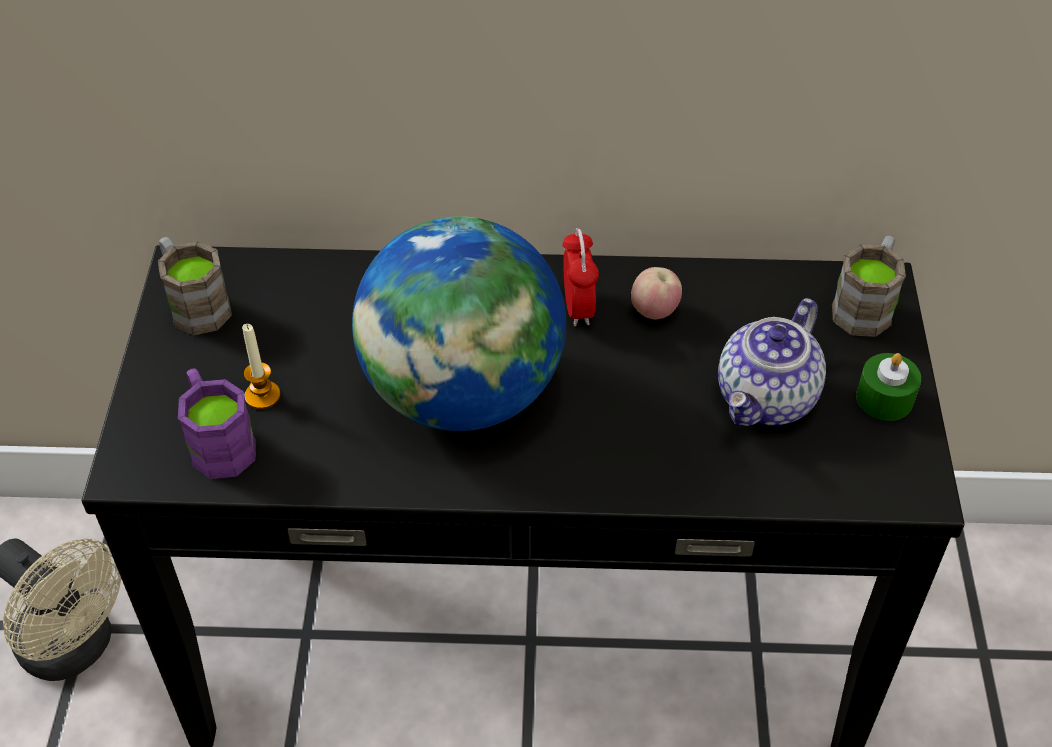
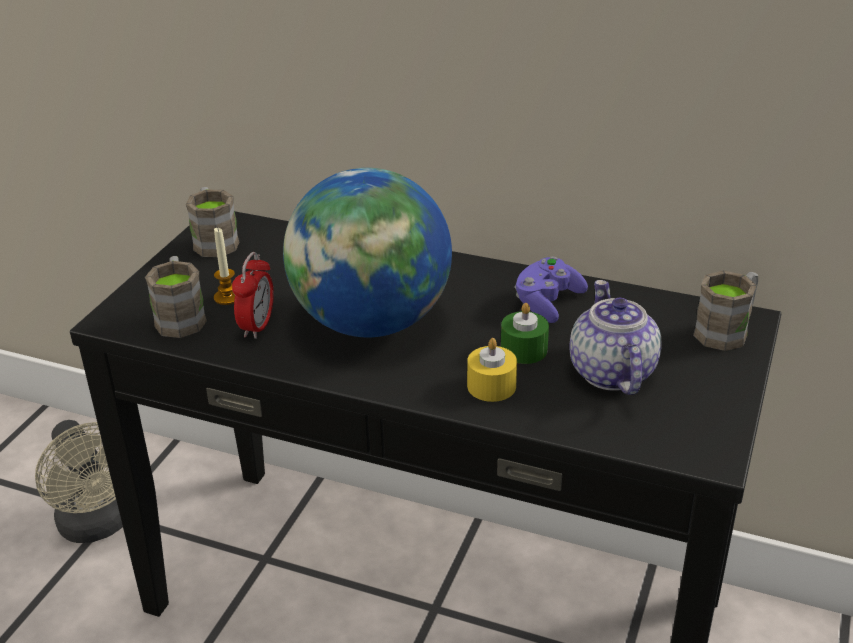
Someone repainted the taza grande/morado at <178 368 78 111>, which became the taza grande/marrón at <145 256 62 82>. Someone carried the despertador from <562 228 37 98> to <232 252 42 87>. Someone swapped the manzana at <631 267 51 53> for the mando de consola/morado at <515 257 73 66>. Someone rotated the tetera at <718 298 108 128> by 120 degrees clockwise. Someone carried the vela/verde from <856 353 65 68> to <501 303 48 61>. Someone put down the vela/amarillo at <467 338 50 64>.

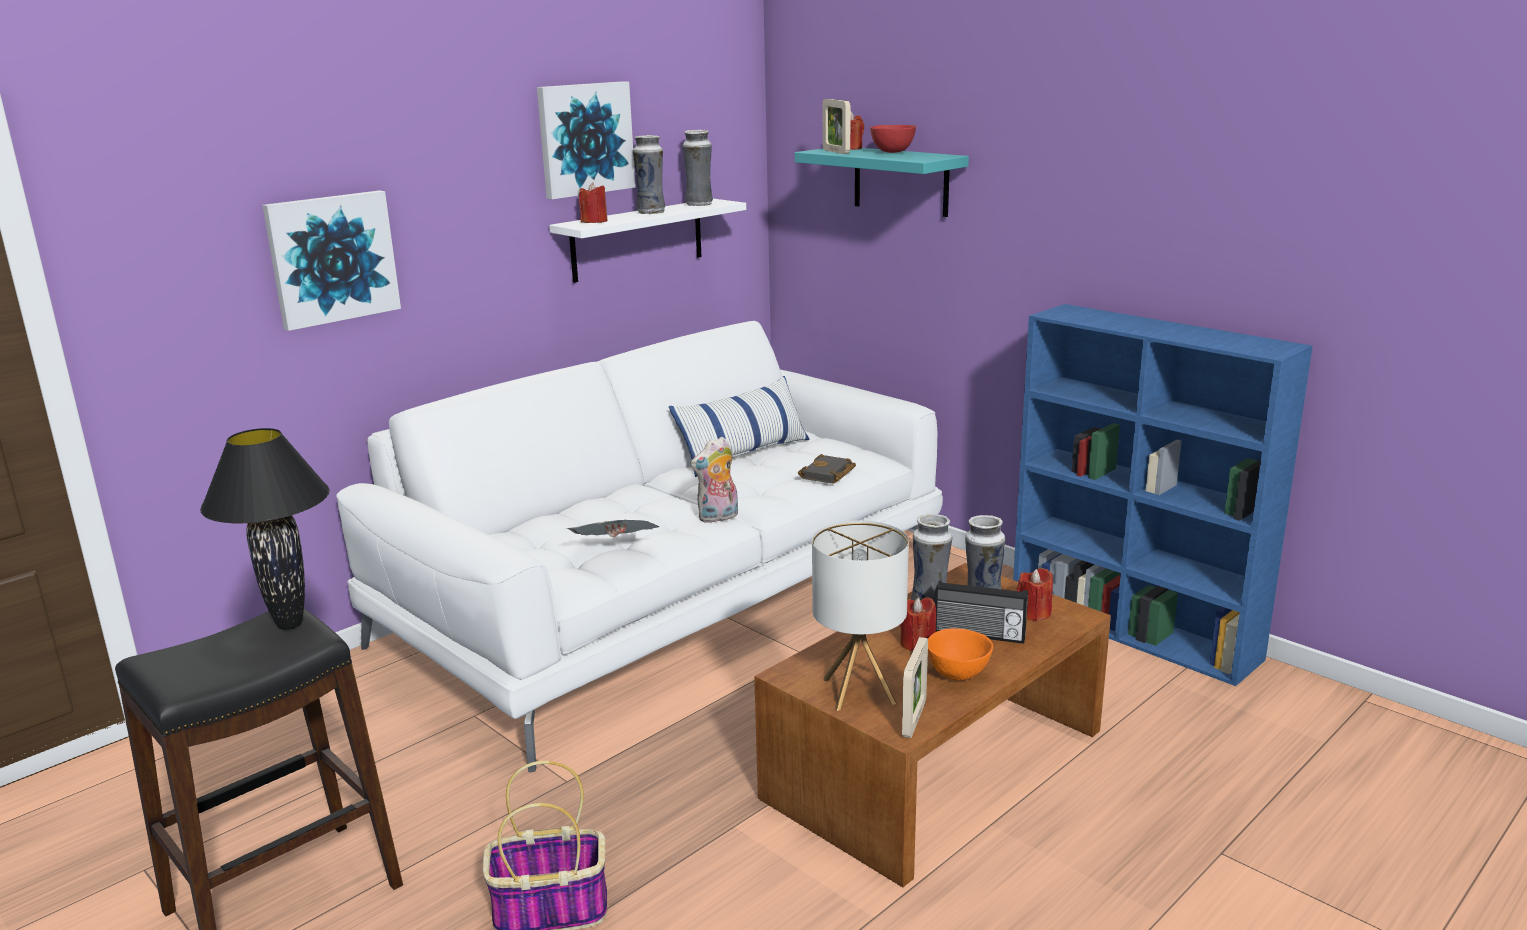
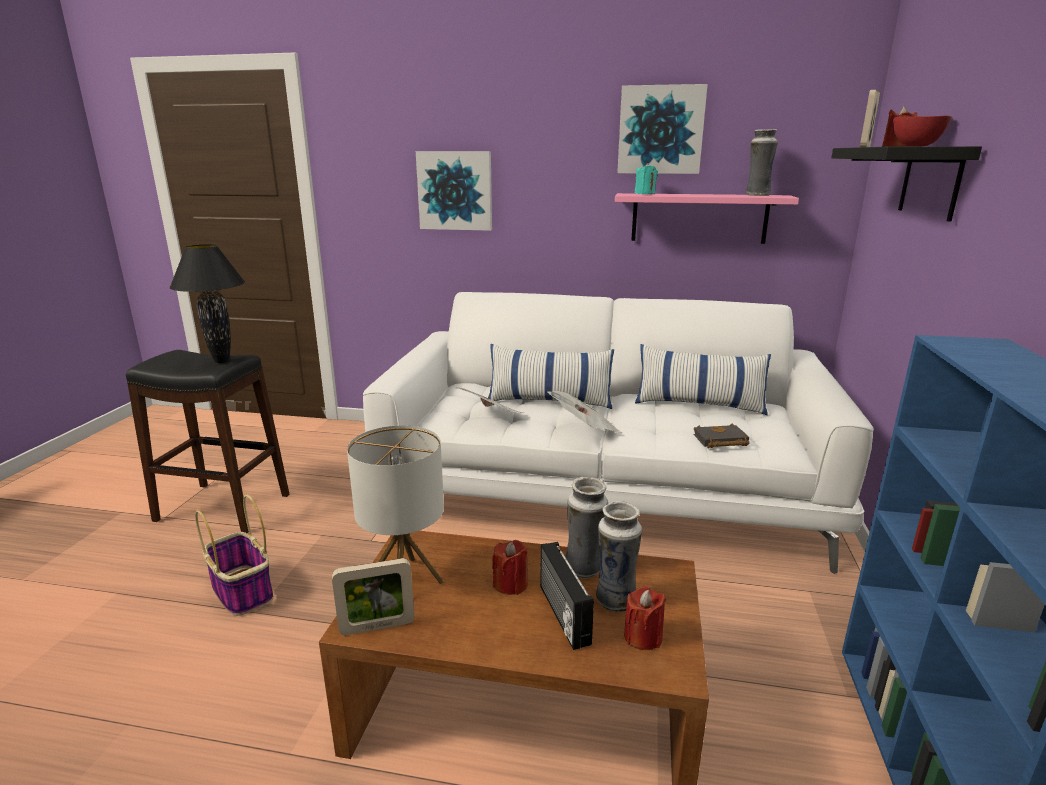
Someone repainted the estante/blanco at <549 199 197 84>, which became the estante/rosa at <615 193 184 51>. Someone repainted the vela/rojo at <579 182 29 41>, which became the vela/turquesa at <635 163 23 31>. Someone took away the florero at <633 135 32 79>. Someone swapped the peluche at <691 436 47 87> for the periódico at <547 391 76 42>. Someone repainted the estante/turquesa at <795 148 174 69>, which became the estante/negro at <832 146 150 76>. Someone took away the cuenco/naranja at <928 628 65 53>. Someone put down the cojín at <488 344 126 65>.

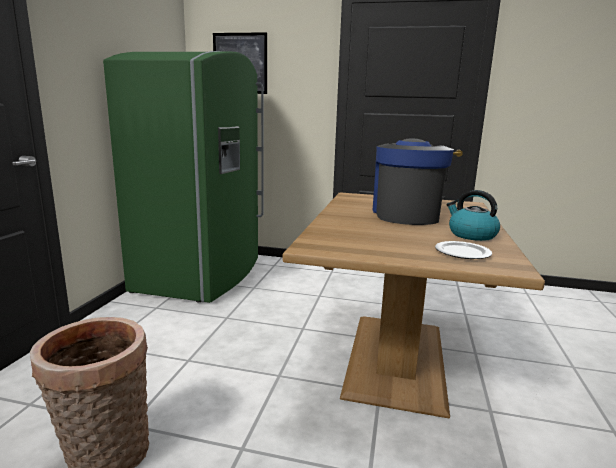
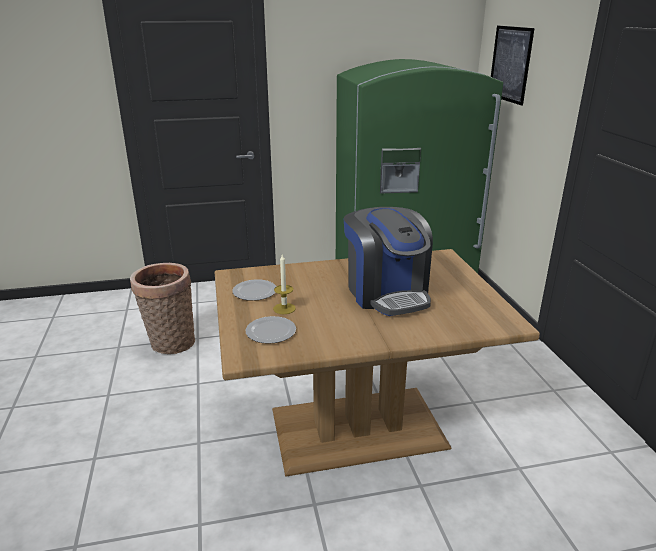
Someone rotated the cafetera at <373 139 81 86> by 90 degrees clockwise. Someone took away the hervidor at <447 190 53 51>. Someone put down the plato at <232 279 44 22>. Someone put down the vela at <273 253 23 61>.

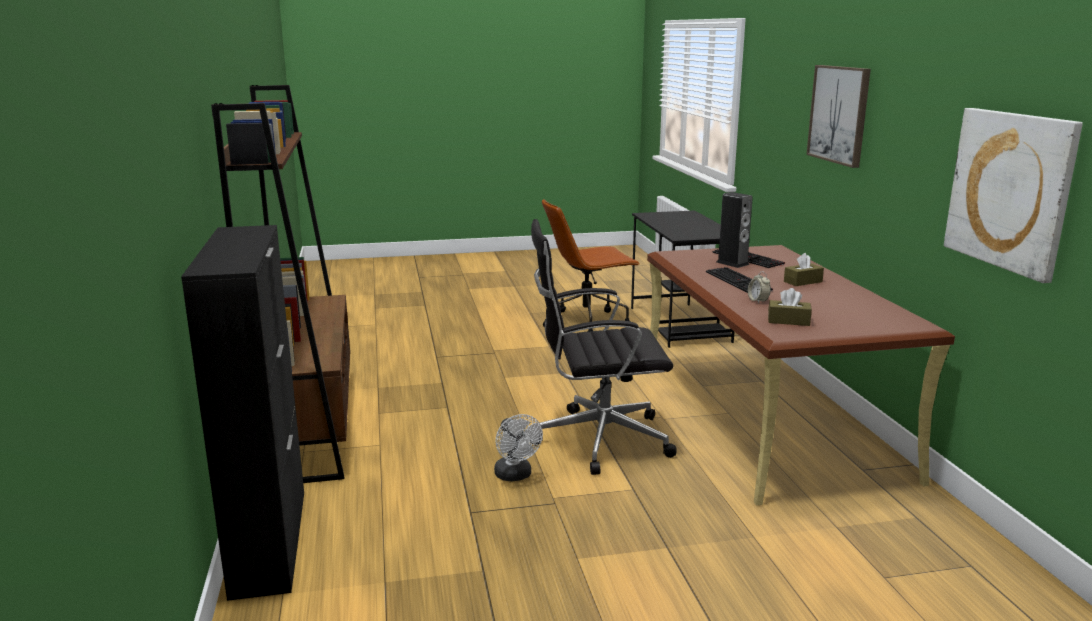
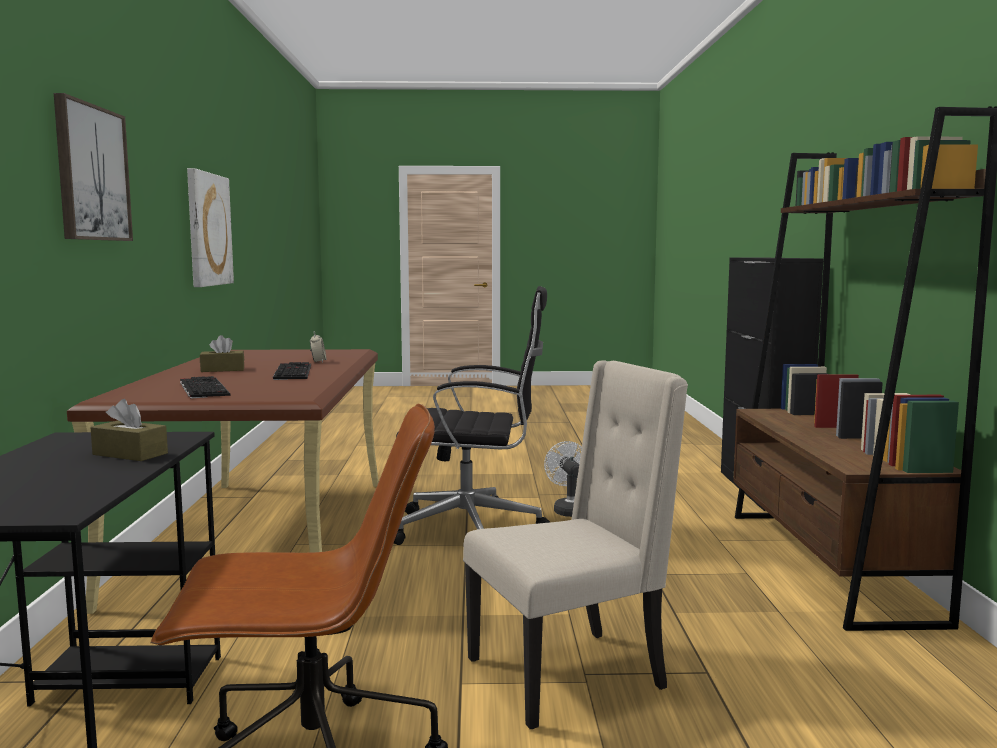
Someone took away the altavoz at <717 192 36 76>. Someone carried the caja de pañuelos/marrón from <768 288 44 38> to <90 399 78 62>. Someone put down the silla/beis at <463 360 225 369>.

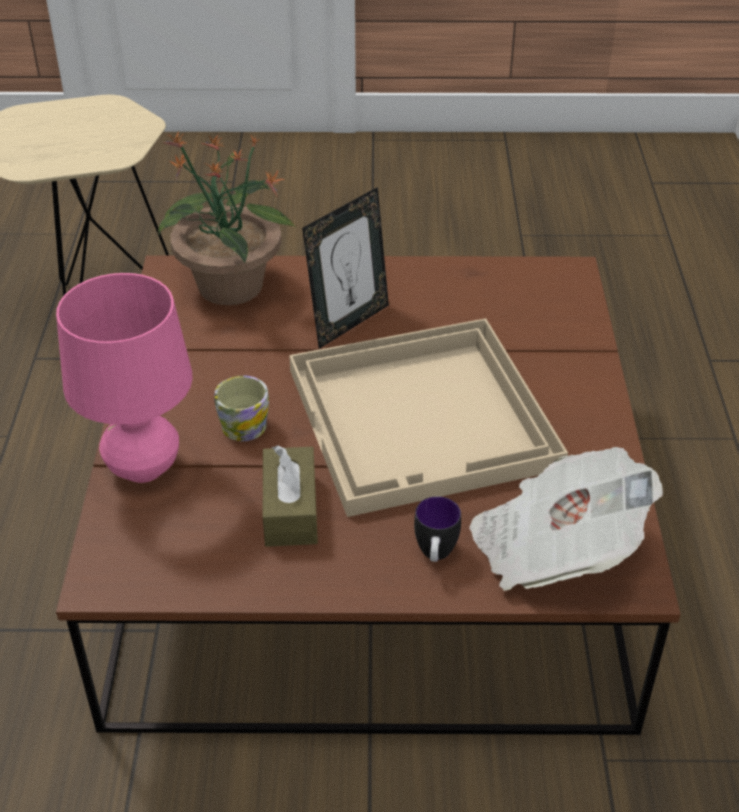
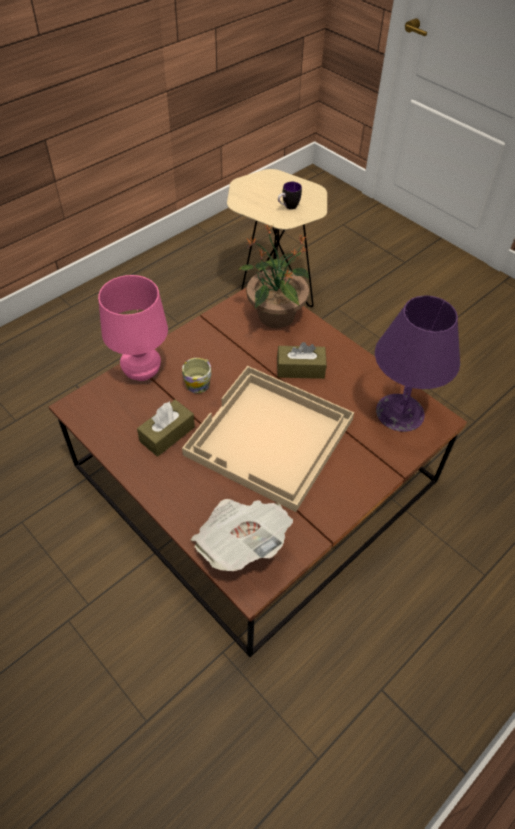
Someone swapped the portarretratos at <302 187 87 162> for the caja de pañuelos/marrón at <277 342 50 37>. Someone carried the taza grande from <414 496 47 66> to <278 182 24 28>. Someone put down the lámpara de mesa/morado at <375 296 85 136>.

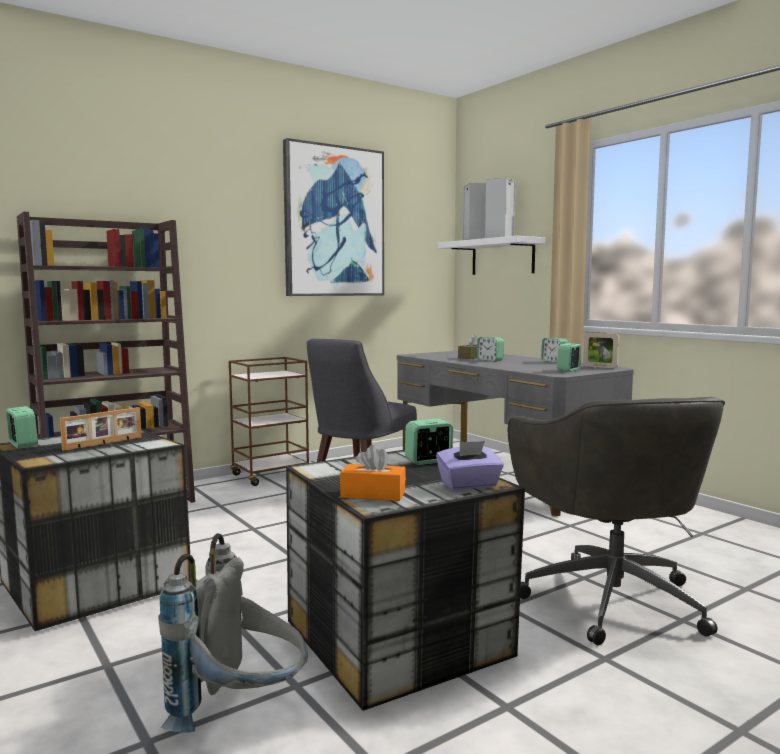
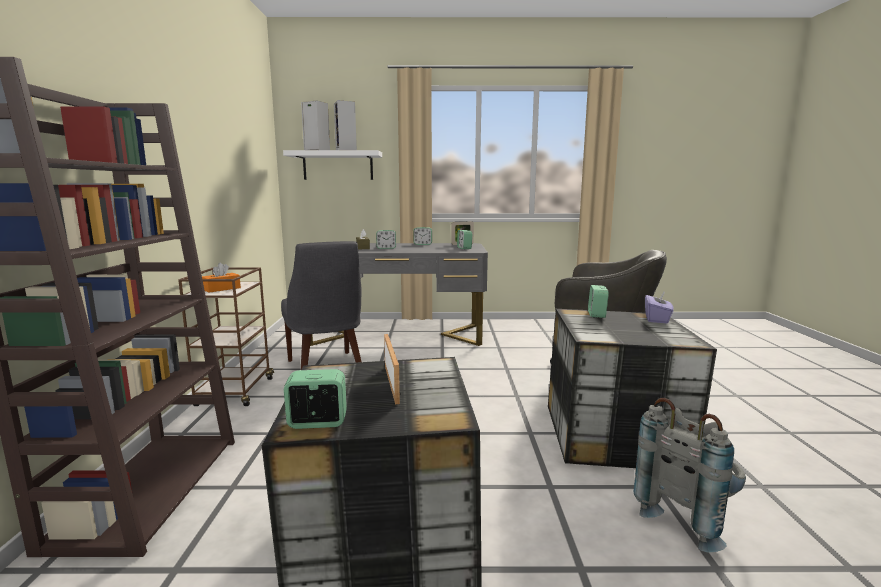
Someone took away the cuadro at <283 138 101 158>. Someone carried the caja de pañuelos/naranja from <340 445 66 56> to <202 263 39 30>.

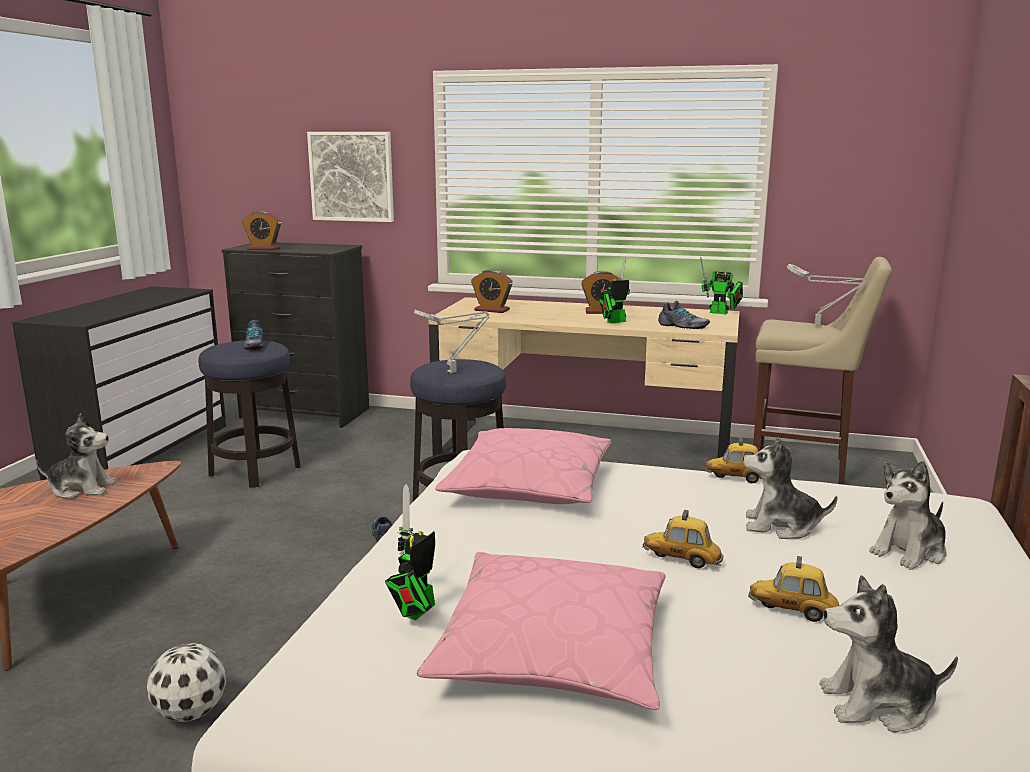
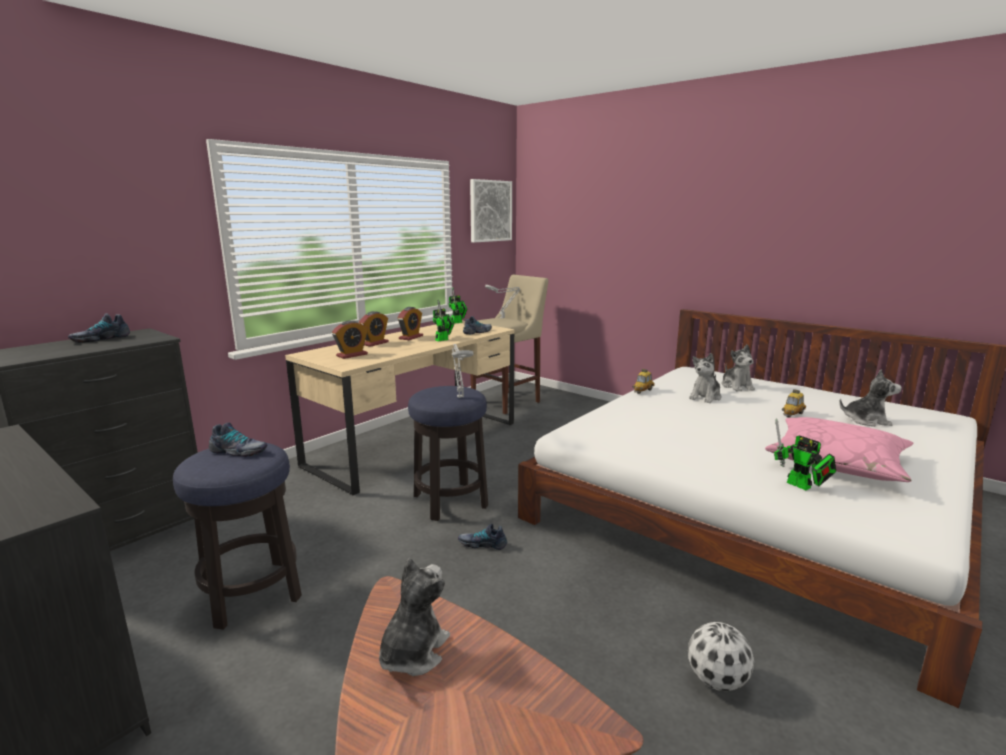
Someone carried the despertador from <242 211 39 39> to <359 311 30 36>. Someone carried the cuadro from <307 132 87 90> to <470 179 42 64>. Someone took away the cojín/rosa at <435 428 177 76>. Someone rotated the robot de juguete at <599 258 31 65> by 135 degrees counterclockwise. Someone took away the coche de juguete at <643 510 80 58>. Someone rotated the peluche at <819 575 139 157> by 105 degrees counterclockwise. Someone put down the zapato at <68 313 62 30>.

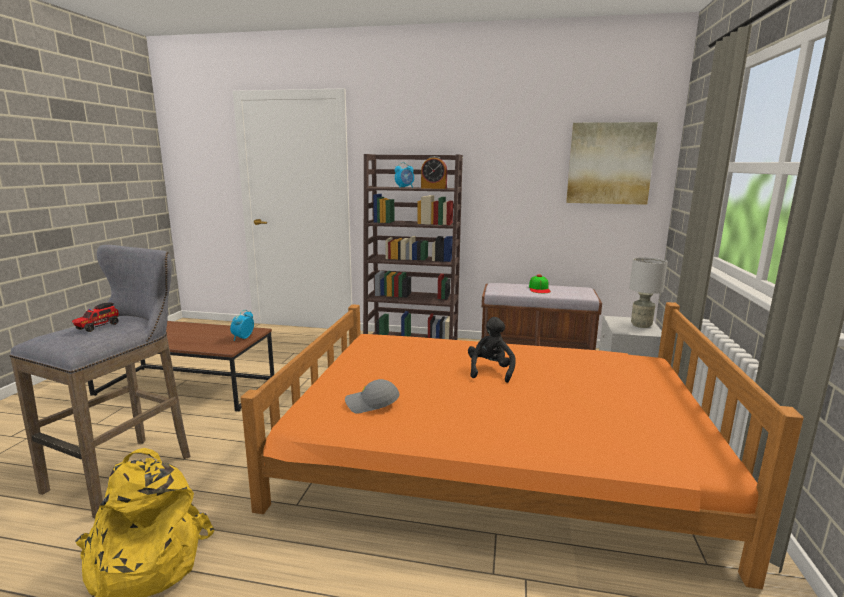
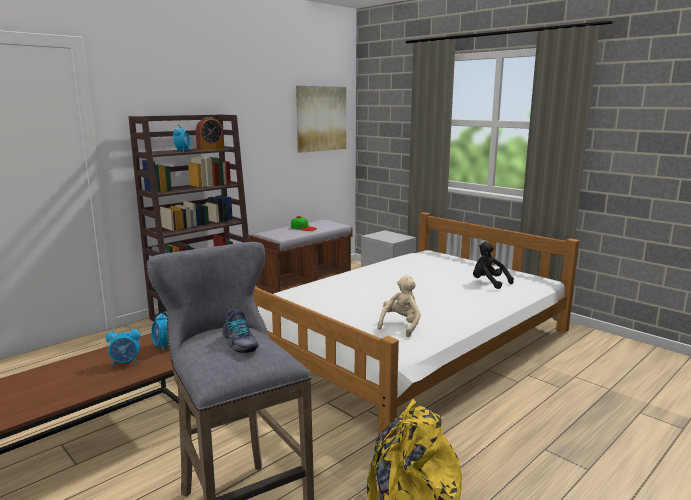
Someone swapped the camión de juguete at <72 302 47 30> for the zapato at <223 309 36 44>. Someone repainted the cama/naranja at <241 302 563 287>, which became the cama/blanco at <253 212 326 227>. Someone swapped the gorra/gris at <345 379 55 35> for the peluche/beis at <377 275 44 62>. Someone carried the peluche/negro from <468 317 48 66> to <473 242 41 47>. Someone took away the lámpara de mesa/gris at <629 257 39 71>. Someone put down the despertador at <106 325 35 41>.

